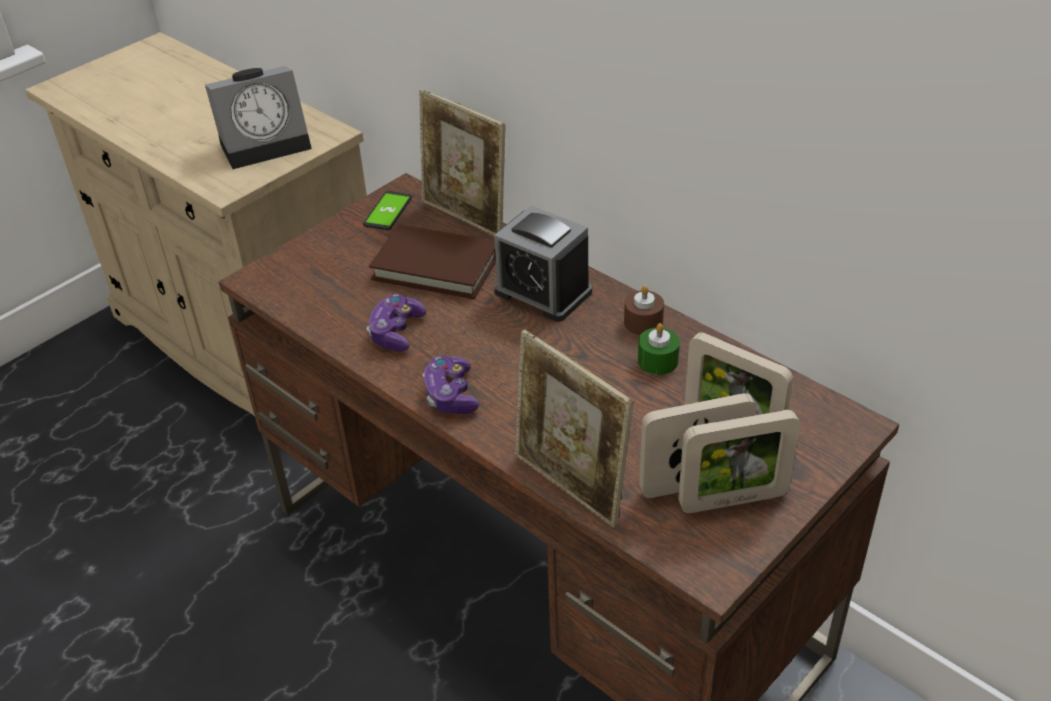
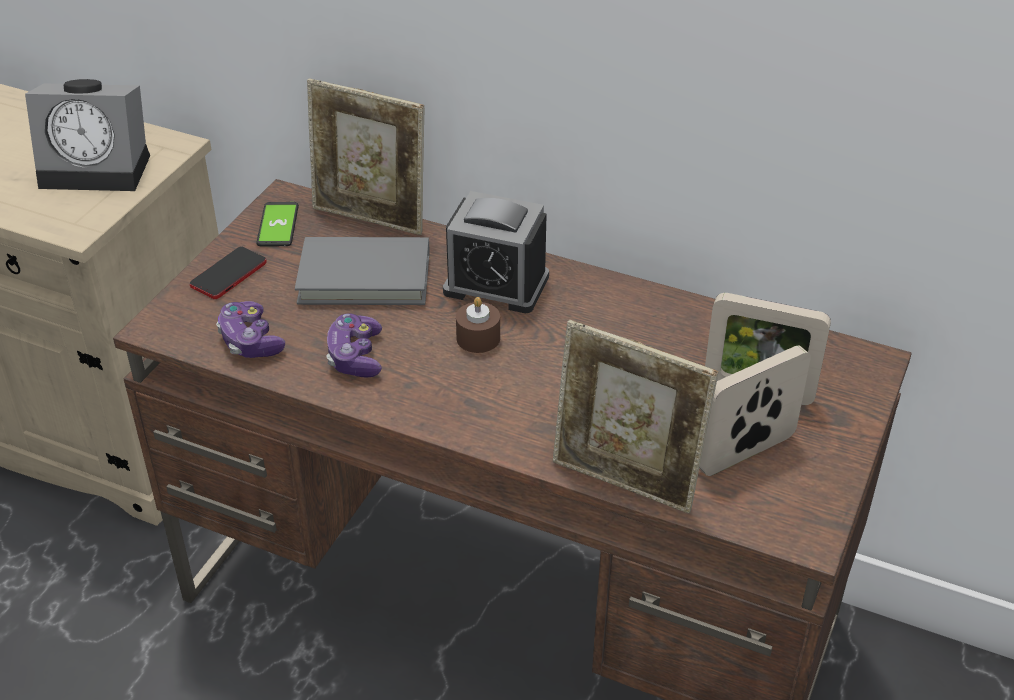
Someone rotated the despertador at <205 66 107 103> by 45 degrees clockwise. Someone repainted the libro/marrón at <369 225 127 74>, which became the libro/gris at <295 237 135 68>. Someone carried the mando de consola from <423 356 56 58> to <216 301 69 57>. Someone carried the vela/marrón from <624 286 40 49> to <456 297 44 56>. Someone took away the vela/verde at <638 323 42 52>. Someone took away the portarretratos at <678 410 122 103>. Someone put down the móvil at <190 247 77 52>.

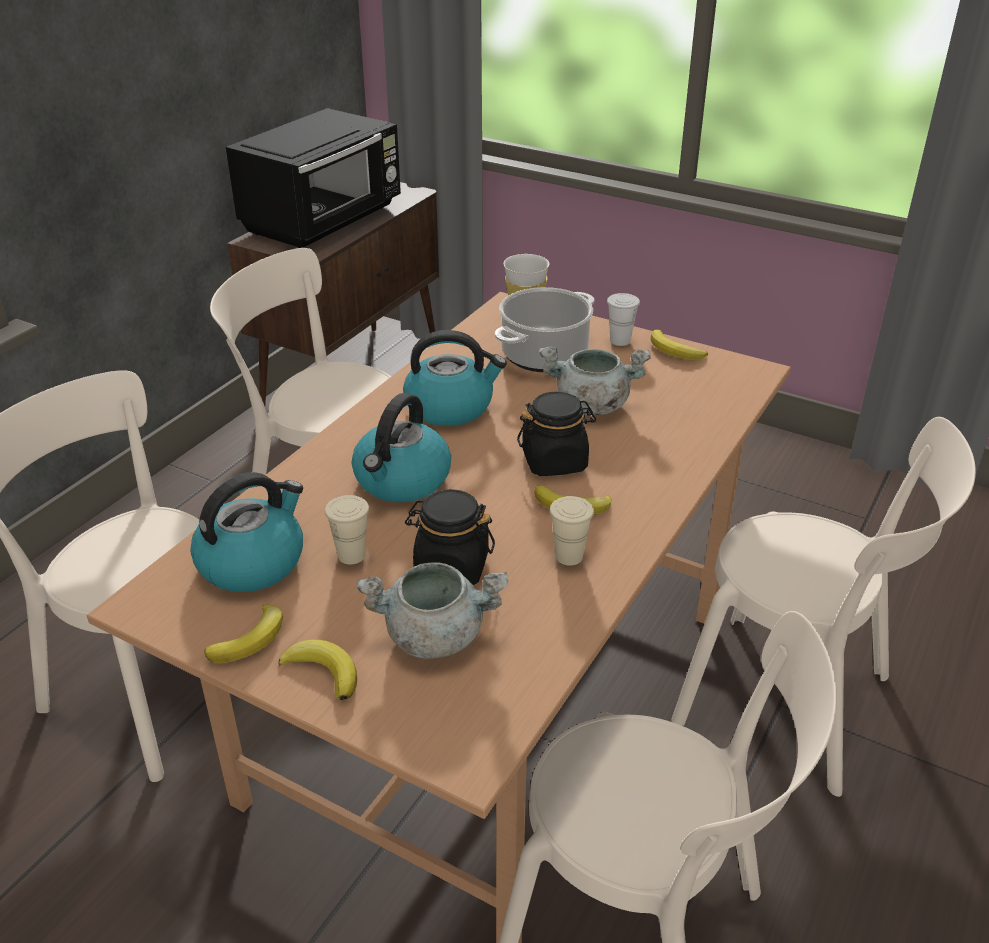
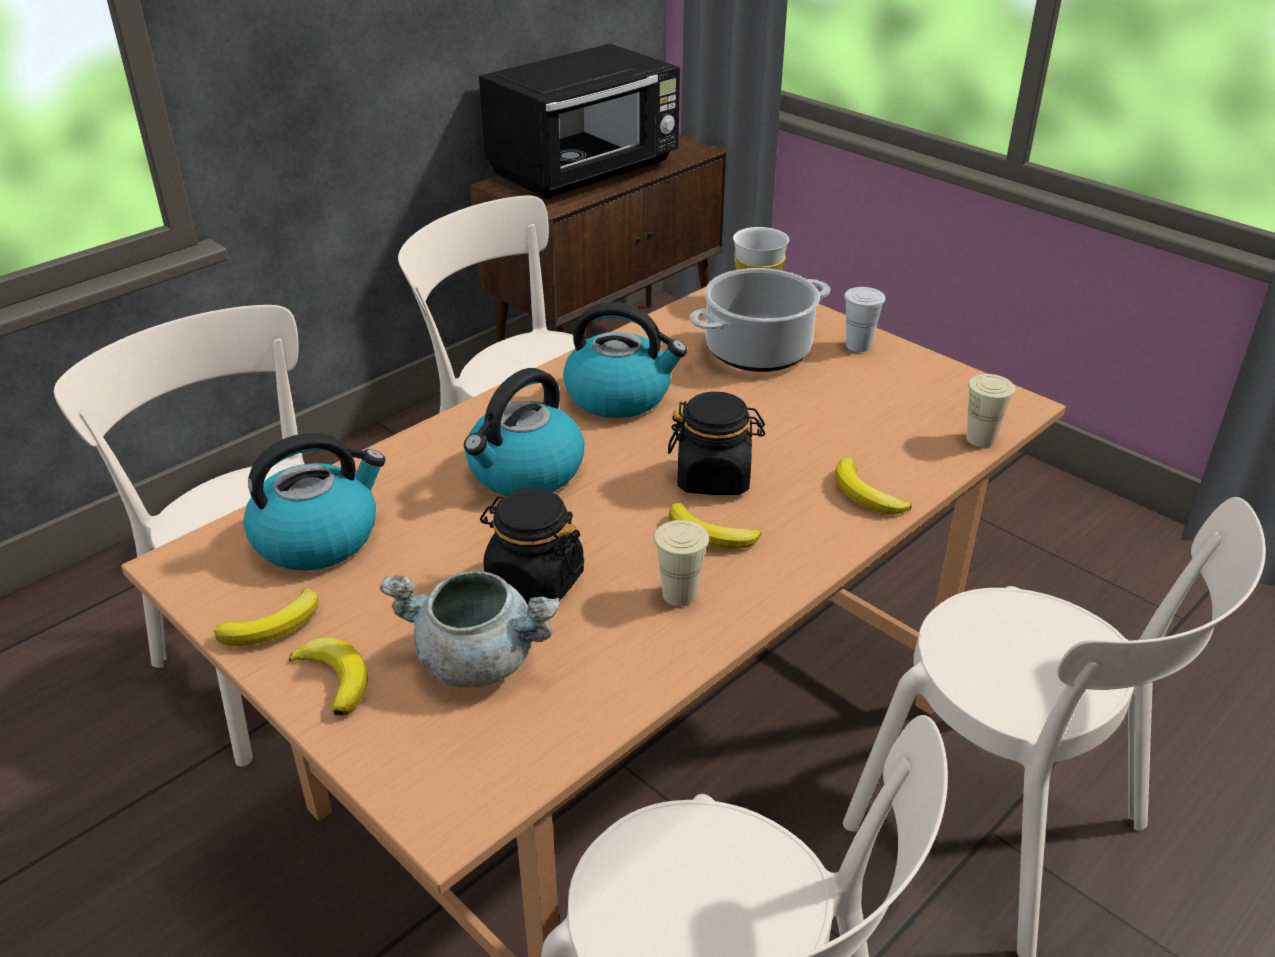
Someone carried the taza/beis from <325 495 44 69> to <966 374 49 73>. Someone took away the olla/gris at <539 346 112 69>. Someone carried the plátano from <651 330 57 30> to <835 457 77 57>.

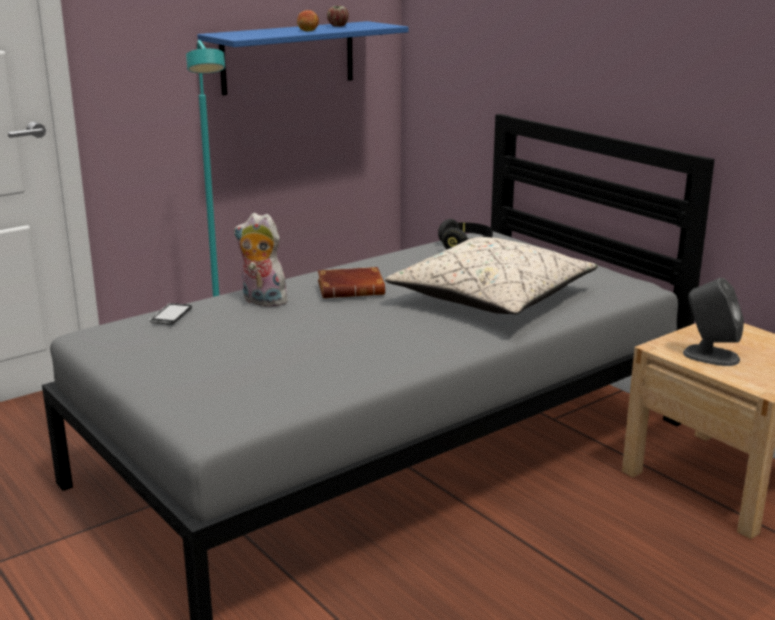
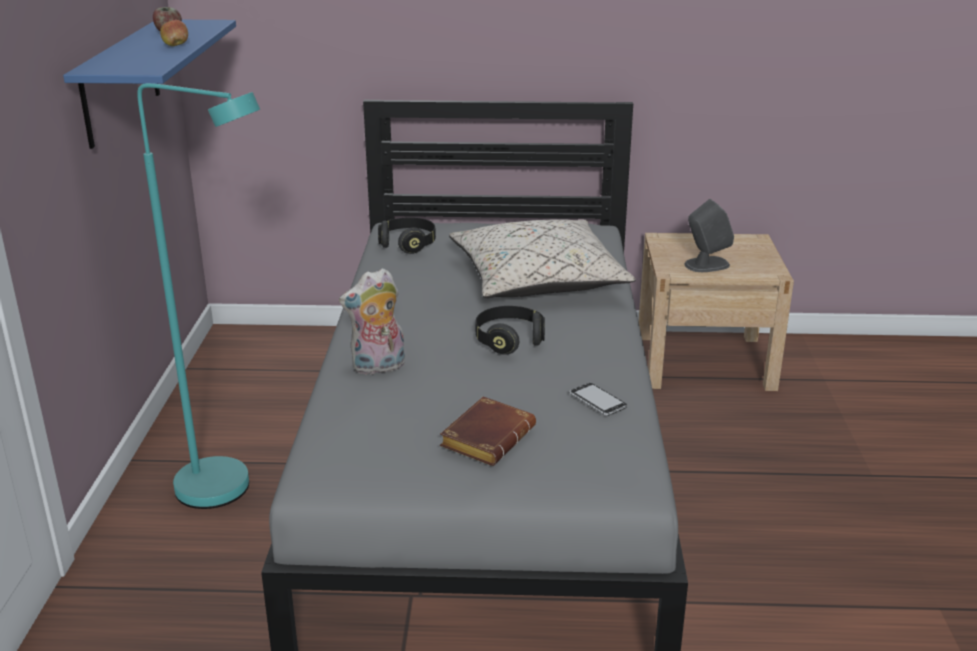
Someone carried the móvil from <150 303 42 22> to <570 383 57 33>. Someone carried the libro/marrón from <318 267 67 31> to <440 396 96 70>. Someone put down the auriculares/negro at <476 306 69 49>.

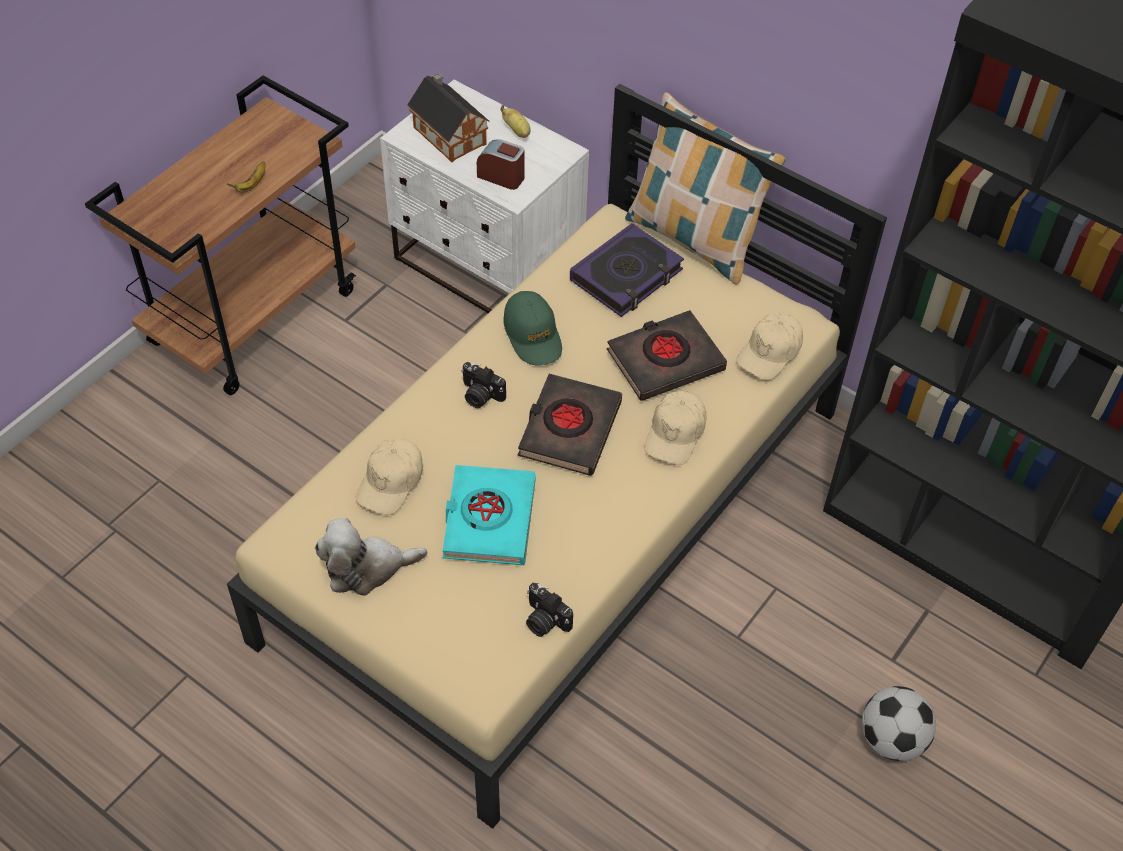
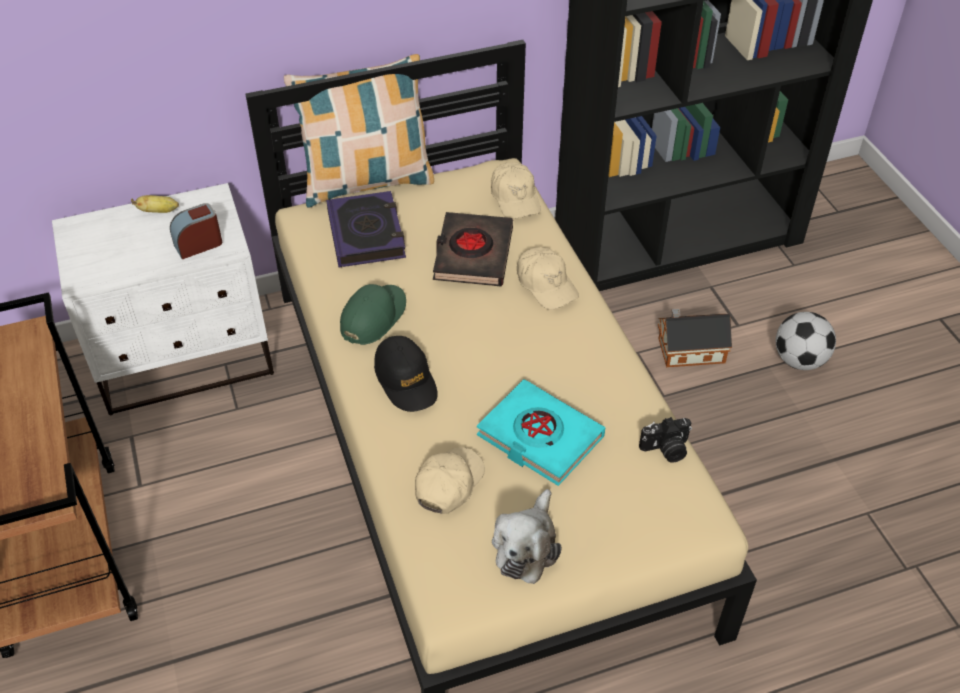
Someone took away the plátano at <227 161 38 31>. Someone rotated the gorra/beis at <356 438 67 77> by 120 degrees counterclockwise. Someone carried the casita from <407 72 83 90> to <658 309 74 58>. Someone swapped the cámara at <461 362 45 46> for the gorra/negro at <374 336 64 76>. Someone rotated the gorra/verde at <503 291 59 74> by 75 degrees counterclockwise. Someone took away the libro/negro at <518 374 104 102>.

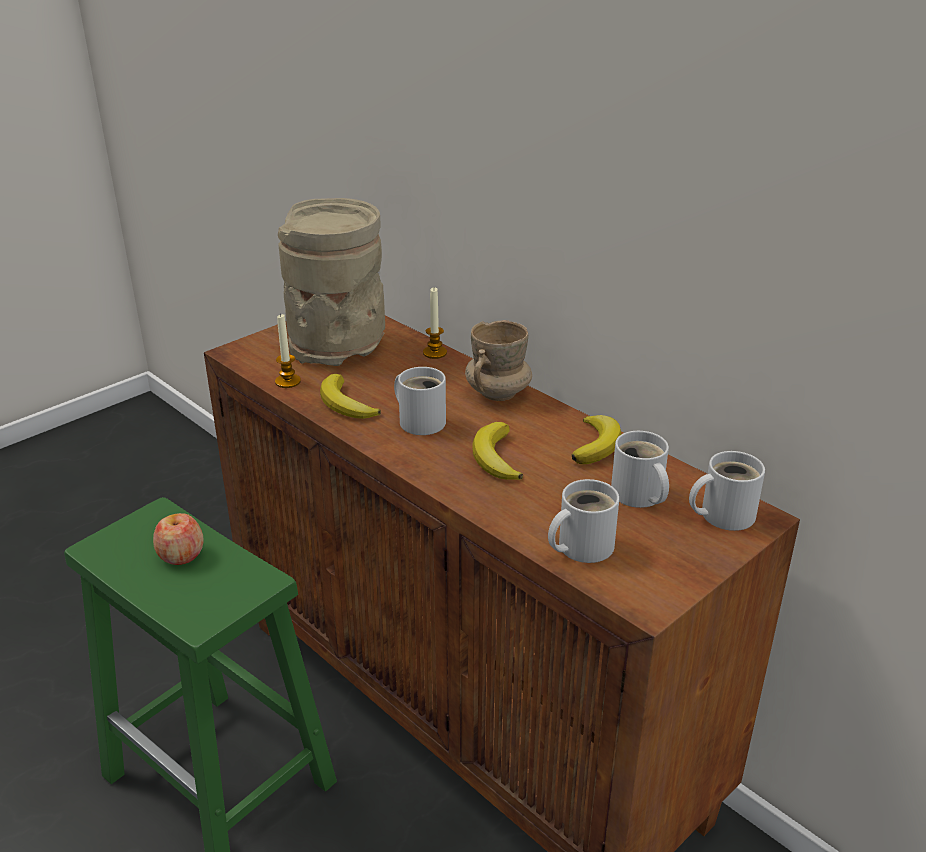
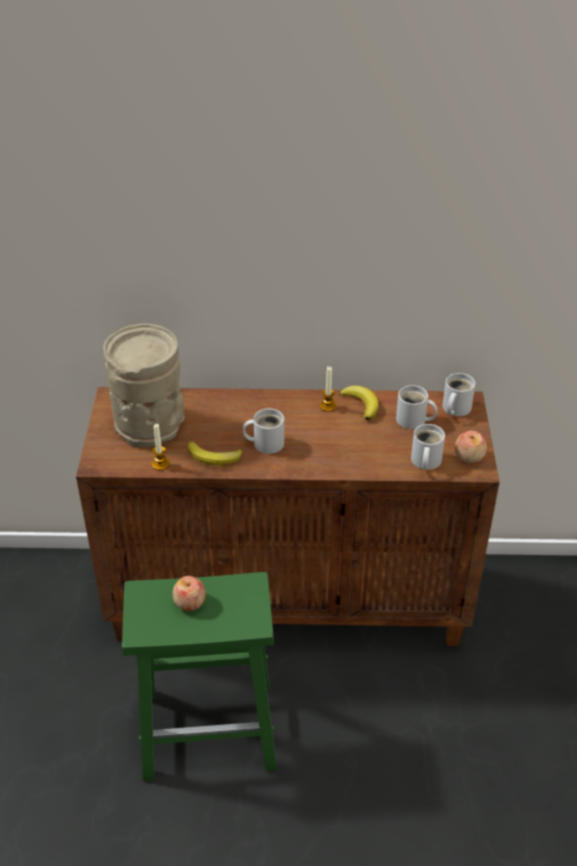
Someone carried the vela from <423 287 24 72> to <320 366 17 46>. Someone took away the taza grande/beis at <465 320 67 81>. Someone took away the plátano at <472 422 51 58>. Someone put down the manzana at <455 431 32 33>.

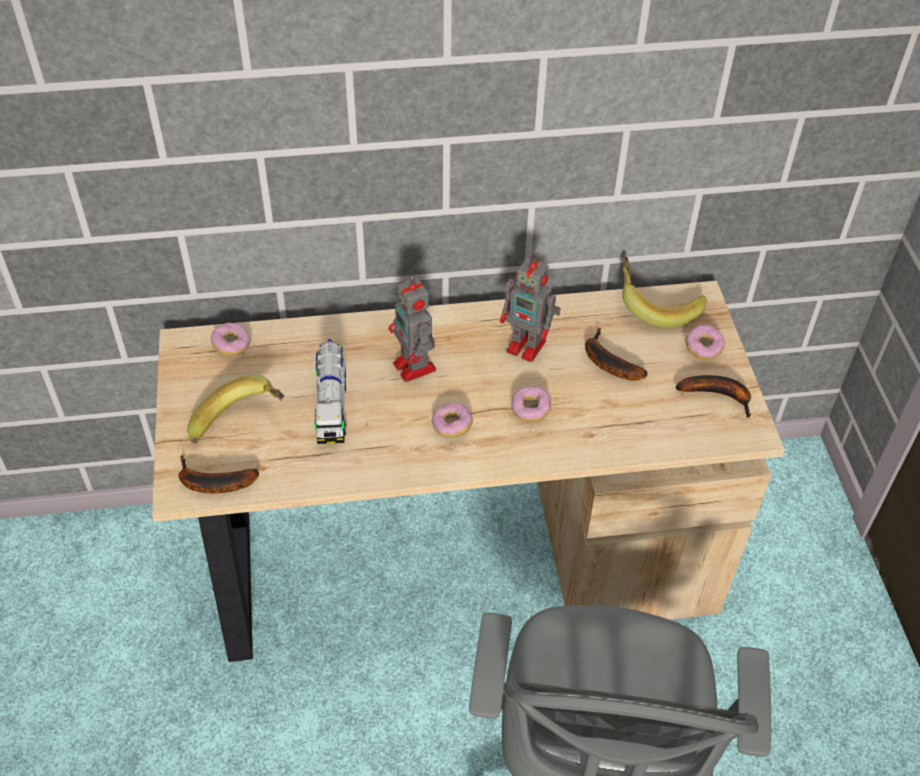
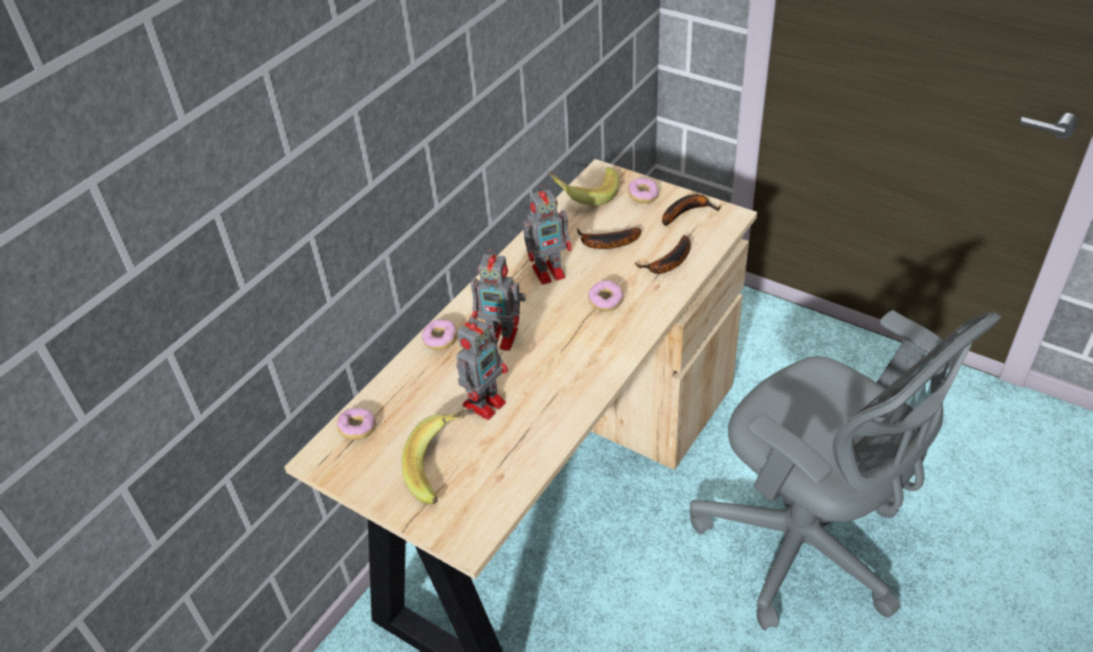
Someone carried the plátano from <179 455 80 39> to <635 235 56 39>. Someone swapped the camión de juguete at <314 339 33 105> for the robot de juguete at <457 315 51 105>. Someone carried the rosquilla from <432 403 41 35> to <422 319 35 31>.

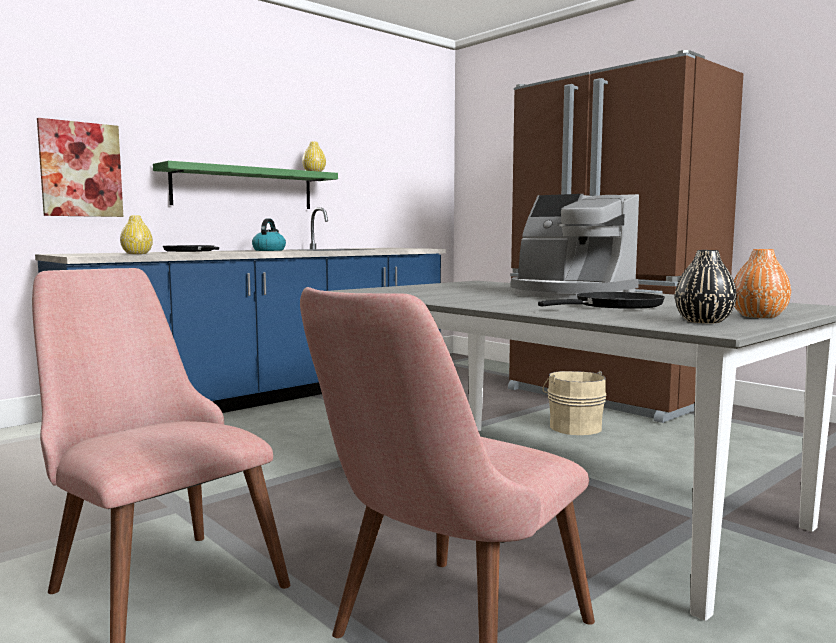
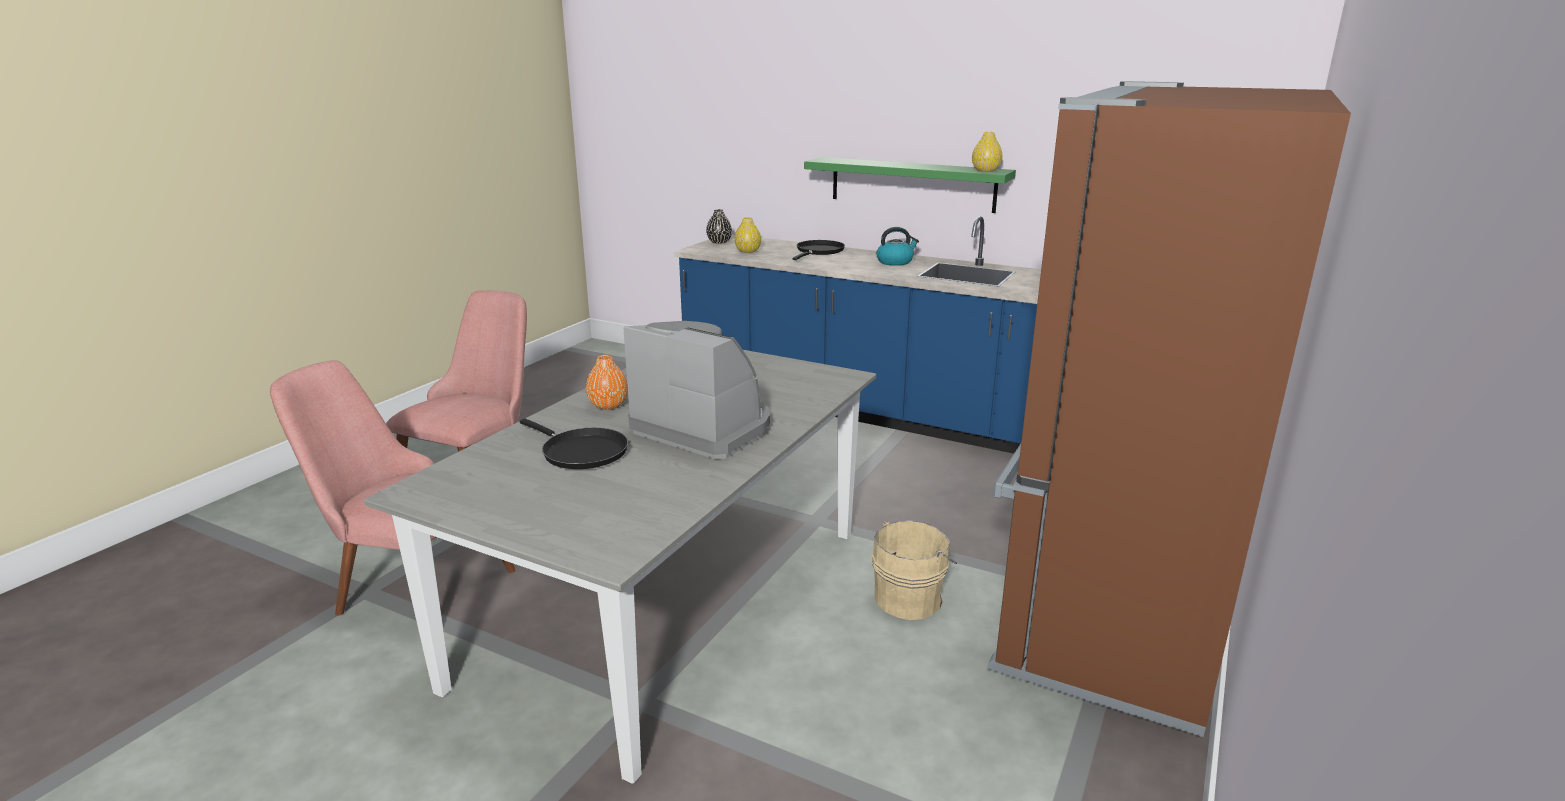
Someone took away the cuadro at <37 118 86 99>. Someone rotated the cafetera at <511 194 128 105> by 105 degrees clockwise. Someone carried the florero/negro from <675 250 62 73> to <706 209 26 35>. Someone carried the florero/naranja from <734 249 57 69> to <586 355 42 55>.

